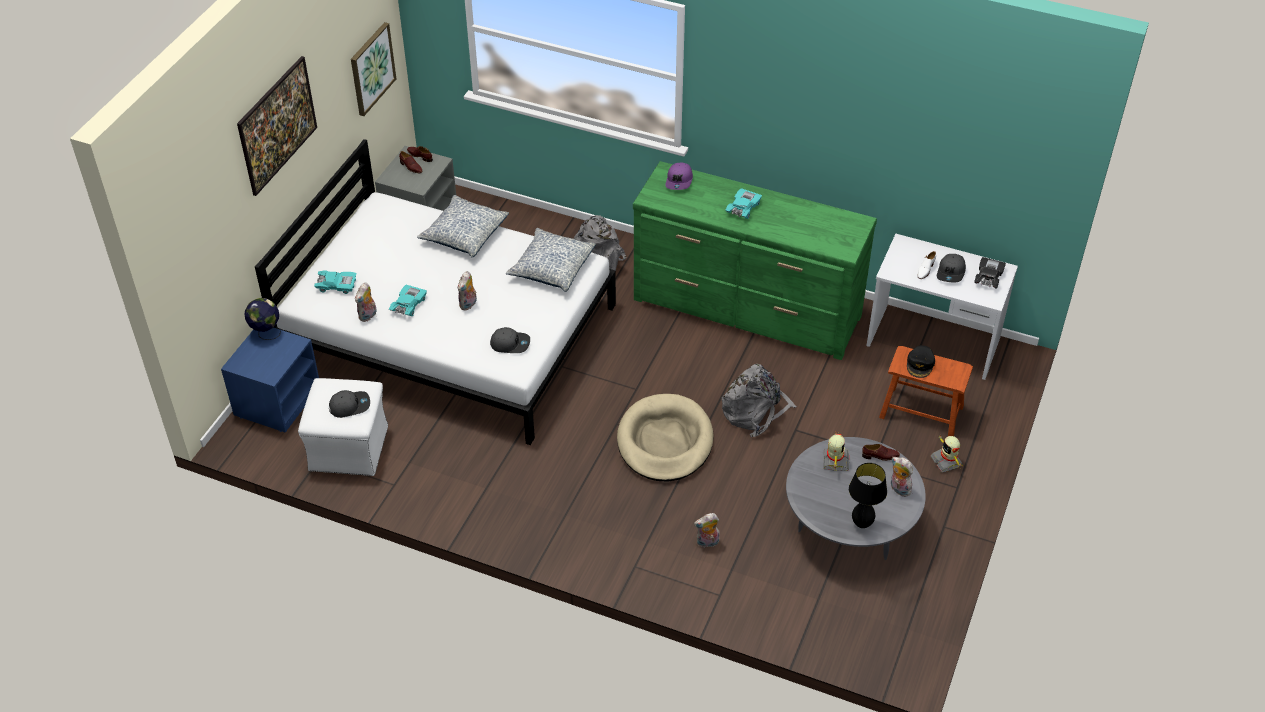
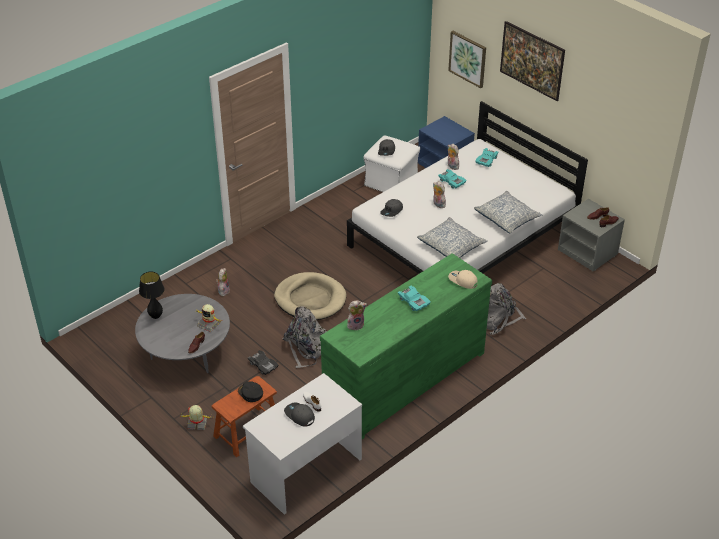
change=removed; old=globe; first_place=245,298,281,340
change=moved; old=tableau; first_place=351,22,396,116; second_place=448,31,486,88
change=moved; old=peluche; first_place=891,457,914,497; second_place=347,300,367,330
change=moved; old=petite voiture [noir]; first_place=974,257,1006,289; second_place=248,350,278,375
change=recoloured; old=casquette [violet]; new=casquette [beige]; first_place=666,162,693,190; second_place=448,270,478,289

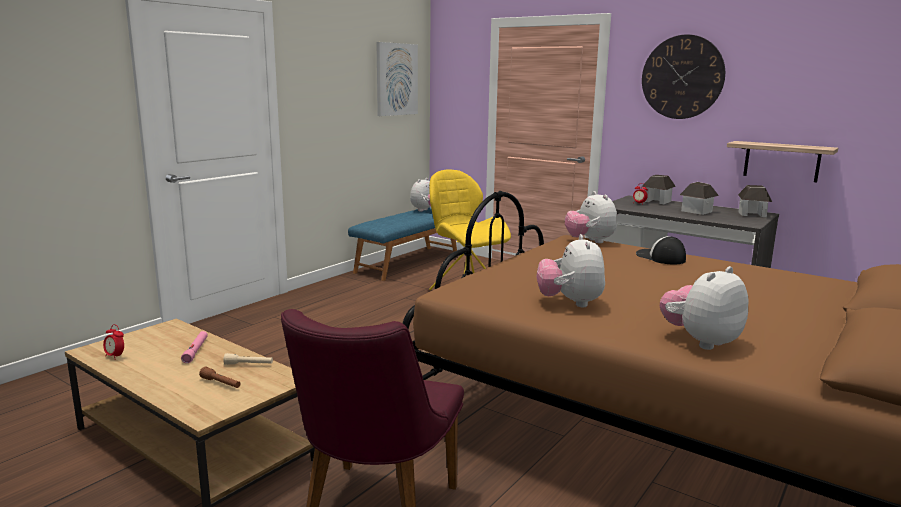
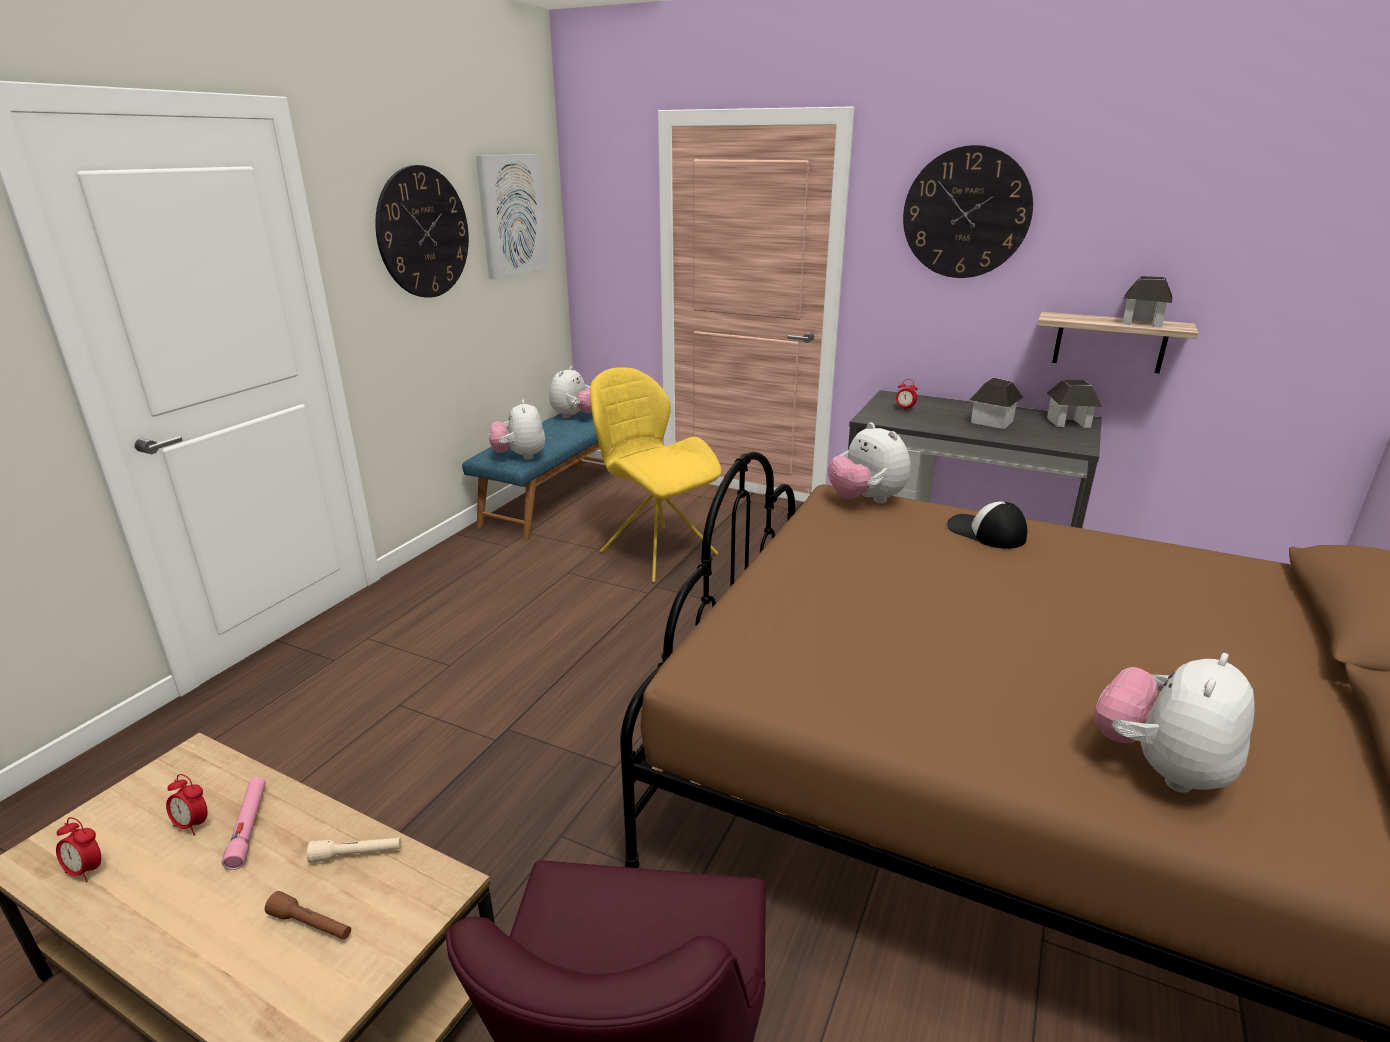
change=added; new=réveil; second_place=166,774,208,835
change=added; new=horloge murale; second_place=375,165,469,298
change=moved; old=peluche; first_place=536,234,605,307; second_place=489,400,545,460
change=moved; old=maison miniature; first_place=641,175,676,204; second_place=1123,276,1172,328

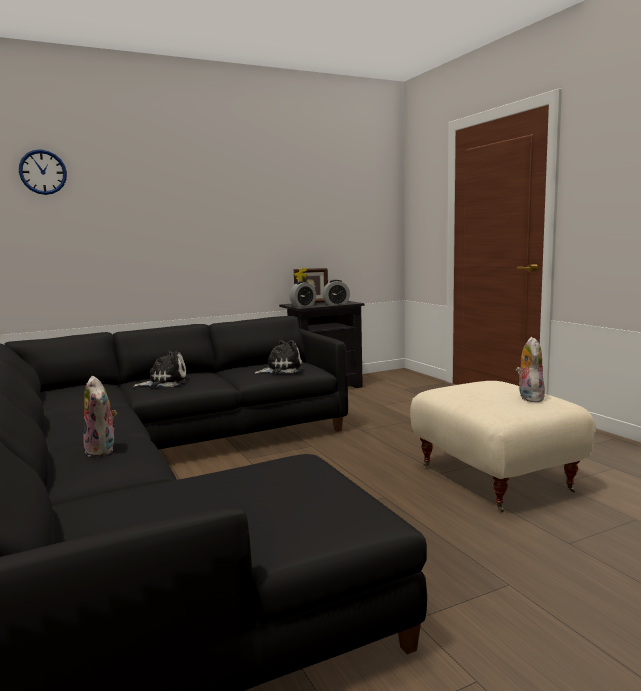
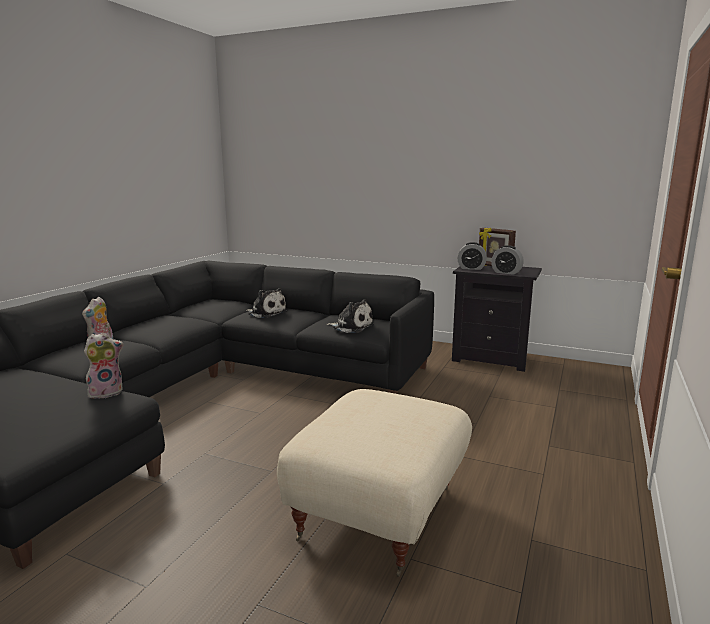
change=removed; old=horloge murale; first_place=19,149,67,195
change=moved; old=peluche; first_place=516,337,545,402; second_place=84,333,124,398

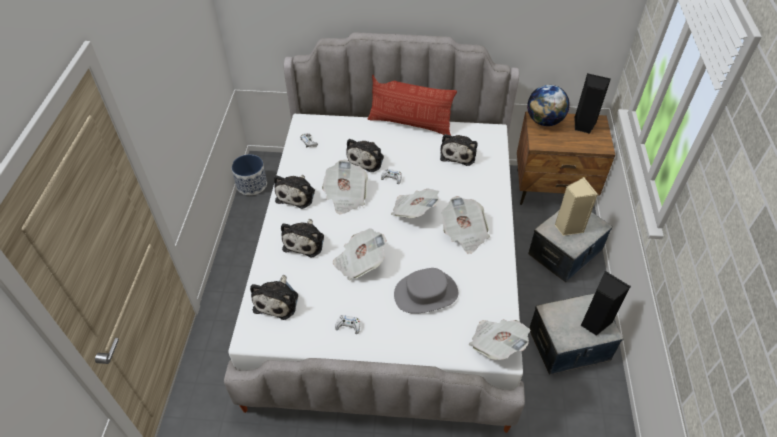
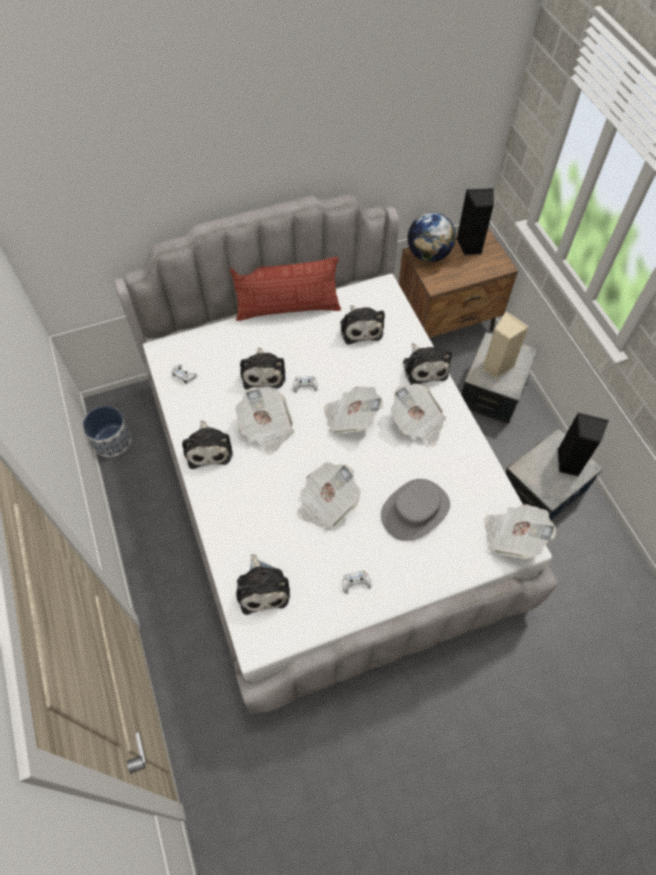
change=moved; old=peluche; first_place=281,219,324,257; second_place=403,343,452,385

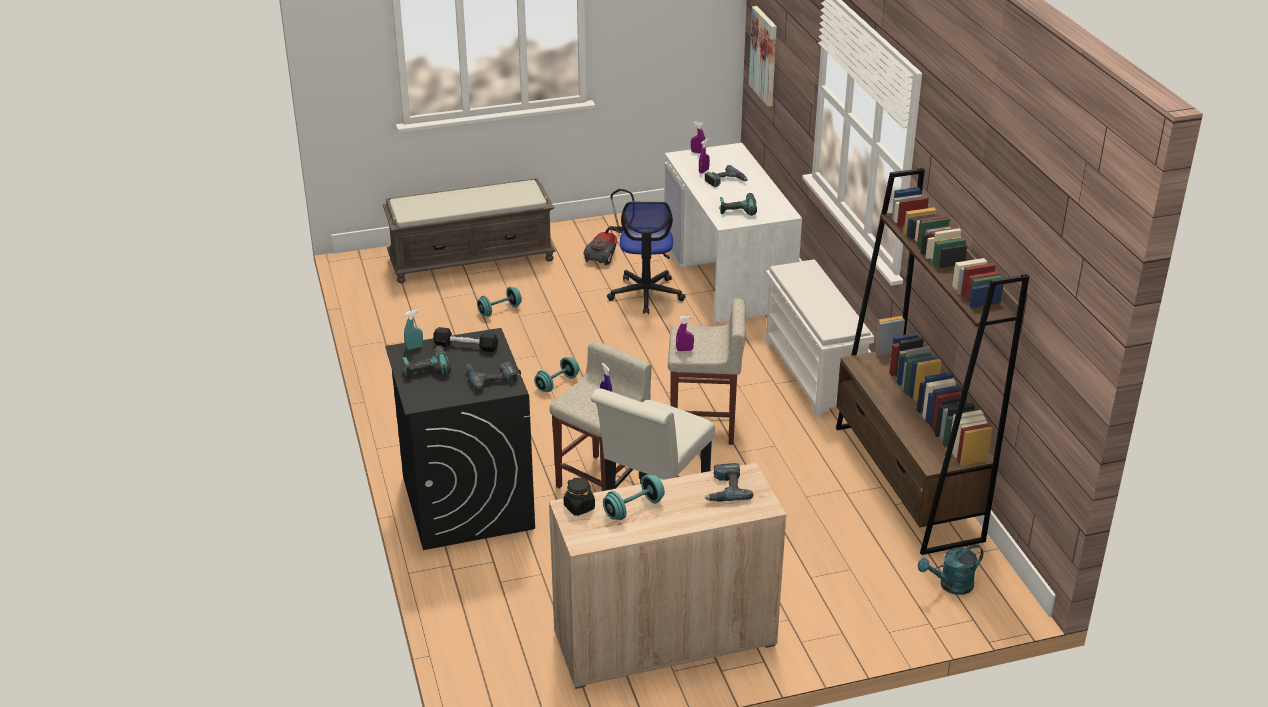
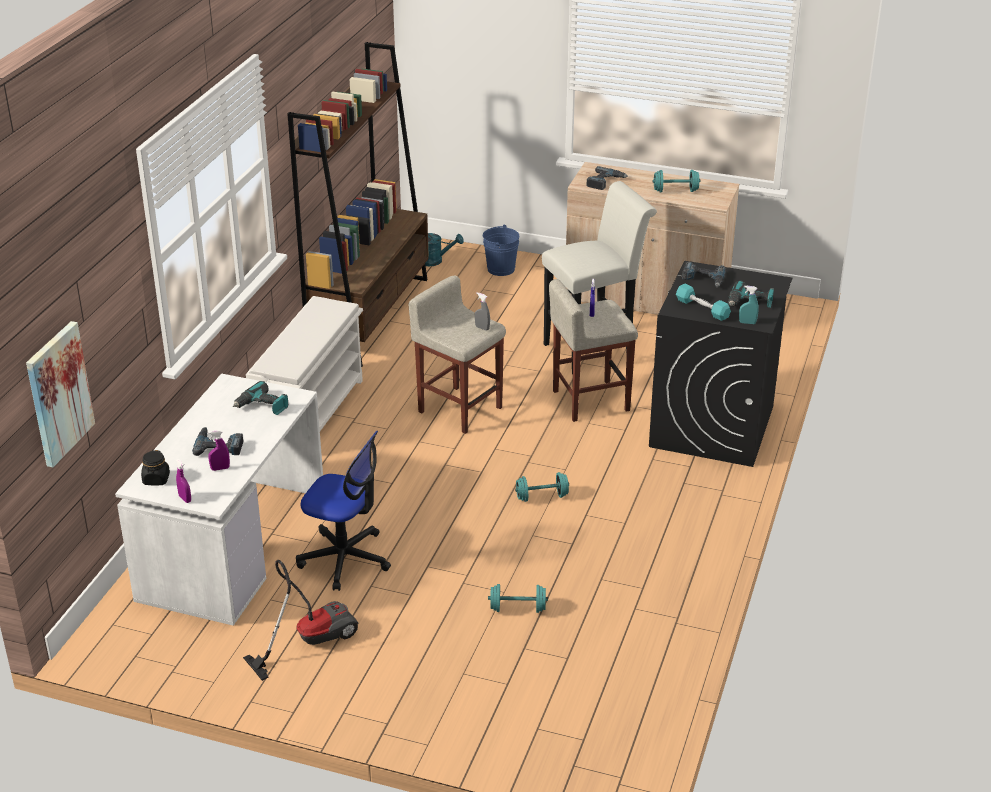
change=removed; old=banc [marron]; first_place=383,178,556,283
change=added; new=seau [bleu]; second_place=483,225,519,276
change=moved; old=bocal [noir]; first_place=564,478,595,516; second_place=141,450,170,485
change=recoloured; old=haltère [noir]; new=haltère [turquoise]; first_place=433,327,498,352; second_place=676,283,731,321
change=recoloured; old=vaporisateur [violet]; new=vaporisateur [gris]; first_place=676,316,694,351; second_place=475,292,490,330
change=turned; old=chaise de bureau; first_place=607,202,686,314; second_place=296,431,391,591; degrees=75

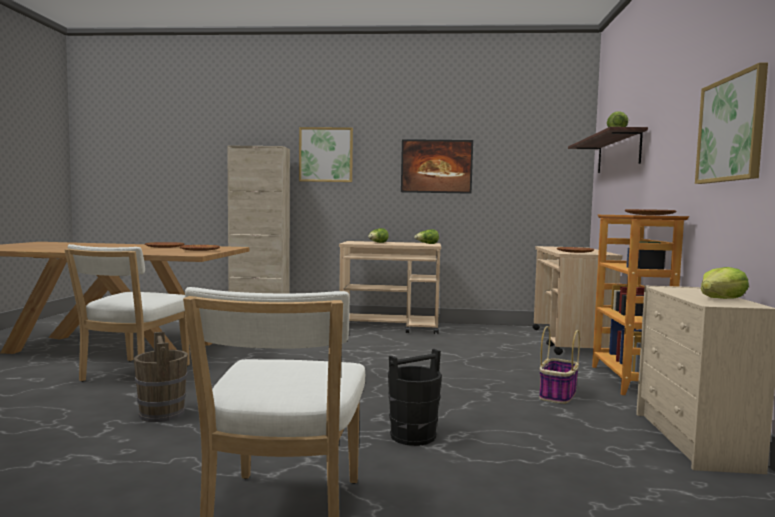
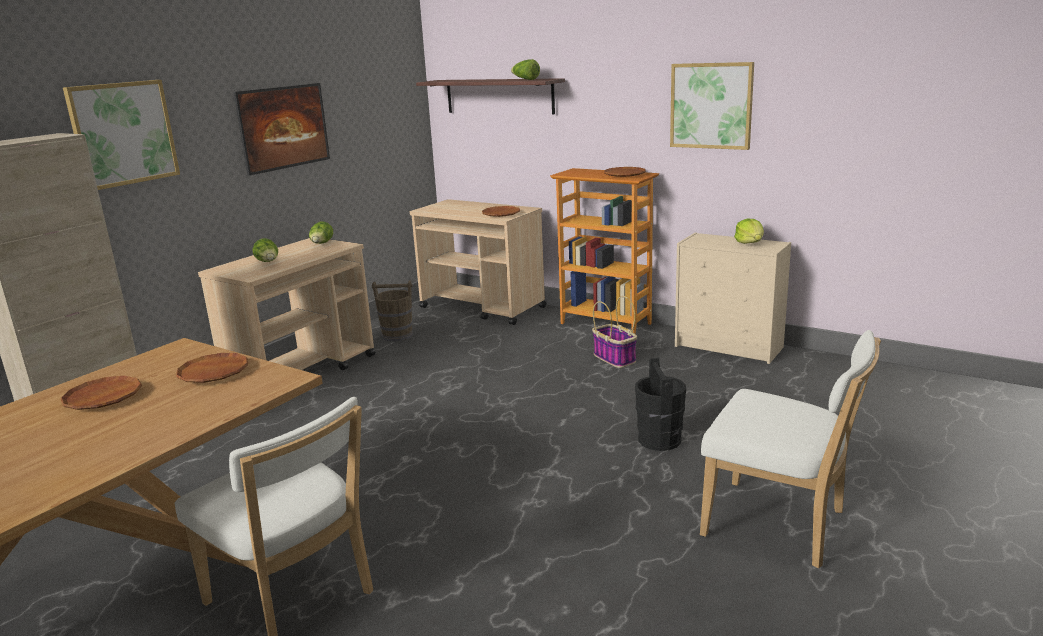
change=moved; old=seau [marron]; first_place=134,332,188,422; second_place=372,280,413,341

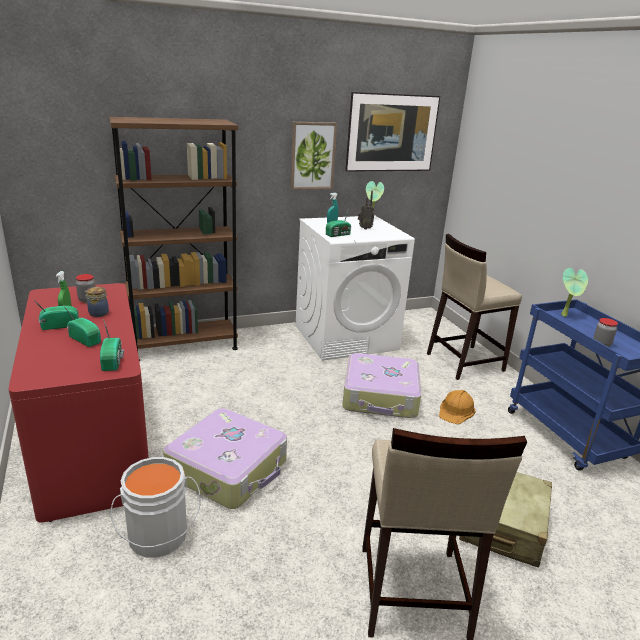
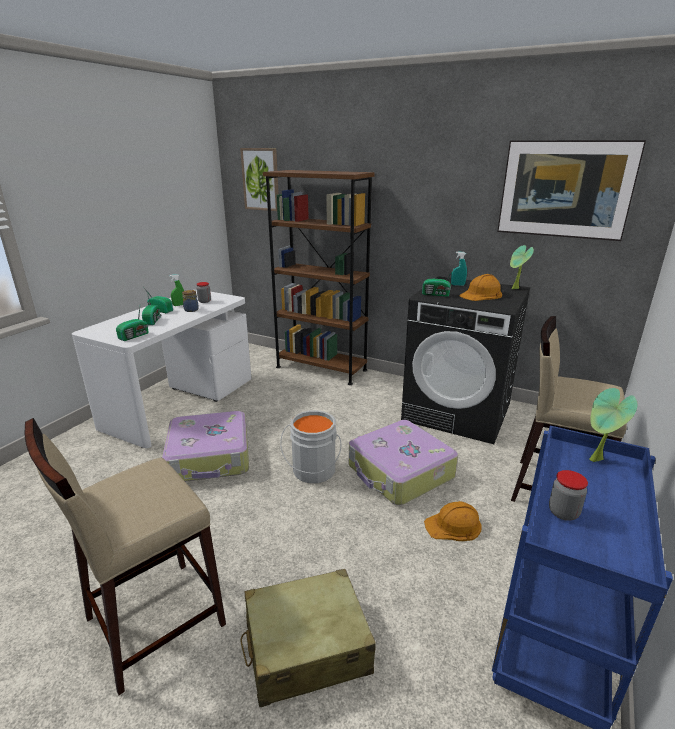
change=moved; old=seau [gris]; first_place=110,457,201,558; second_place=280,410,342,483
change=moved; old=tableau; first_place=290,122,337,190; second_place=240,148,279,211
change=replaced; old=radio; new=casque de chantier [orange]; first_place=358,191,375,230; second_place=460,274,502,301
change=recoloured; old=bureau [rouge]; new=bureau [blanc]; first_place=8,283,149,523; second_place=72,290,252,448
change=recoloured; old=lave-linge [blanc]; new=lave-linge [noir]; first_place=296,216,415,361; second_place=401,276,530,444

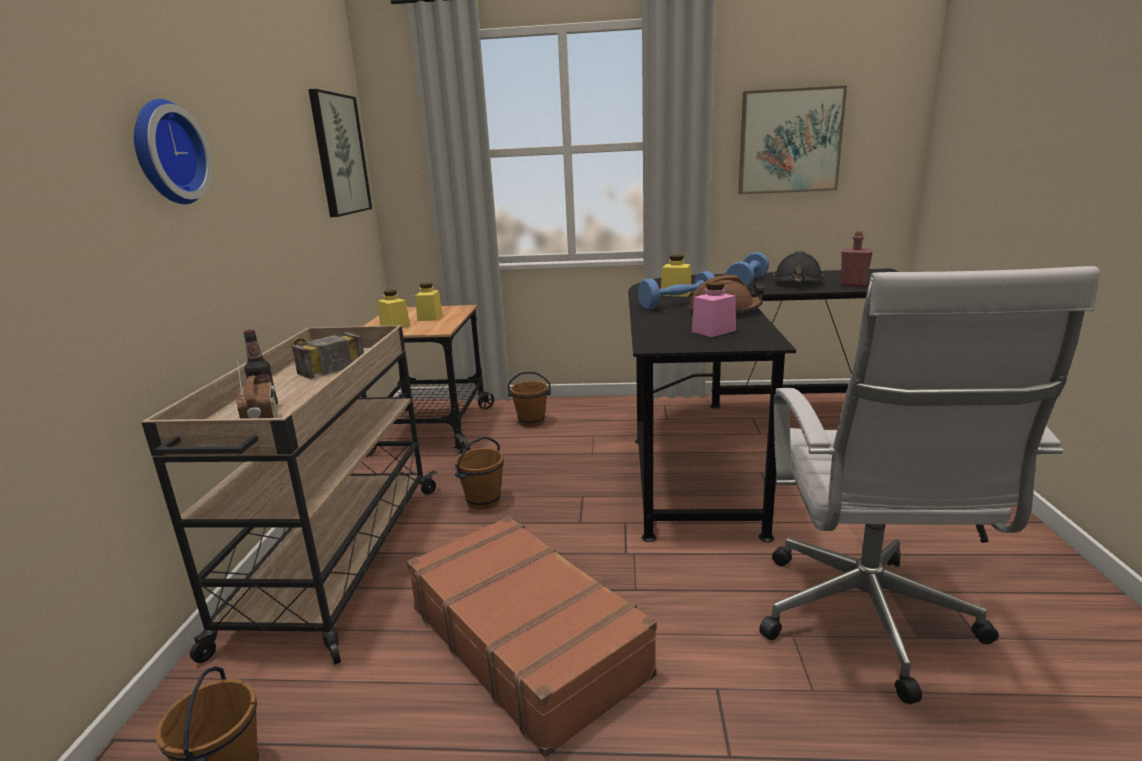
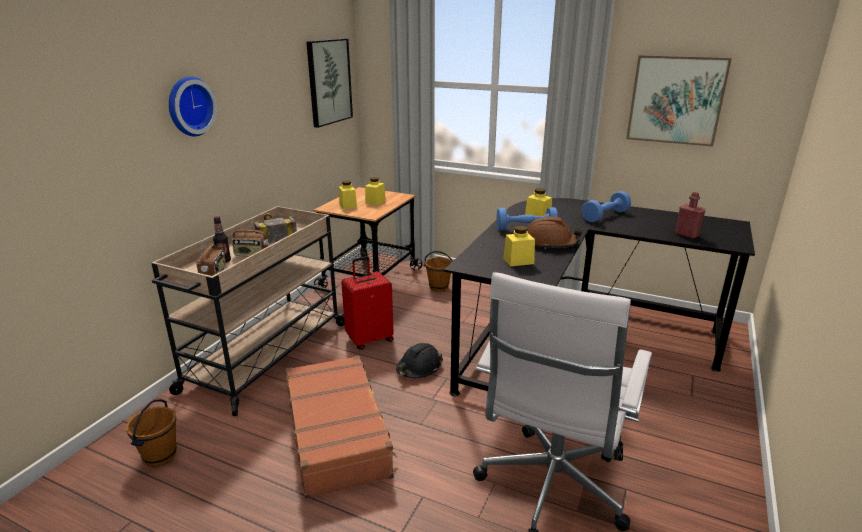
change=added; new=radio; second_place=232,219,268,256
change=moved; old=casque de chantier [noir]; first_place=773,251,824,282; second_place=396,343,443,378
change=replaced; old=seau [marron]; new=valise [rouge]; first_place=455,437,504,510; second_place=341,256,394,350
change=recoloured; old=bocal [rose]; new=bocal [jaune]; first_place=692,282,736,337; second_place=503,226,535,266

